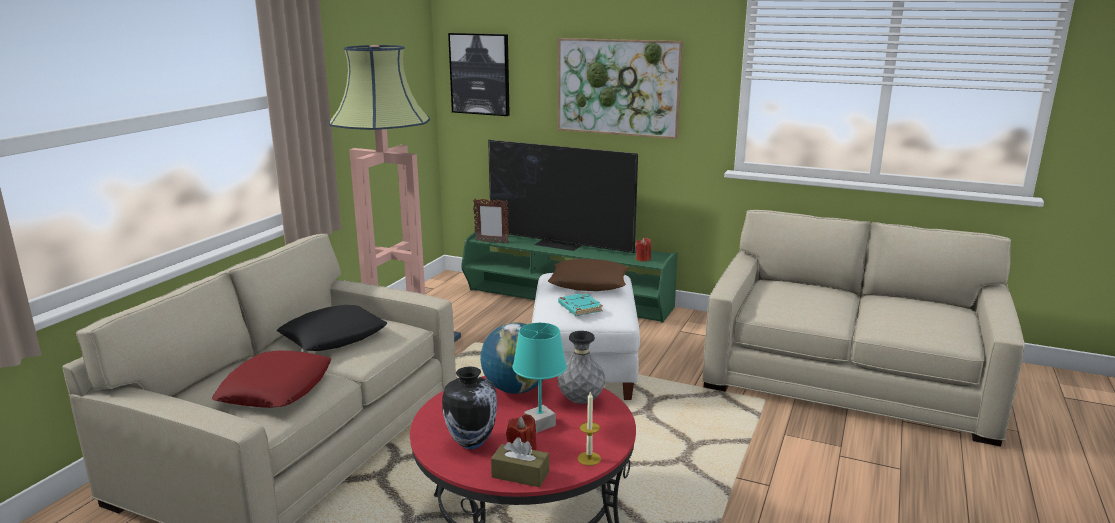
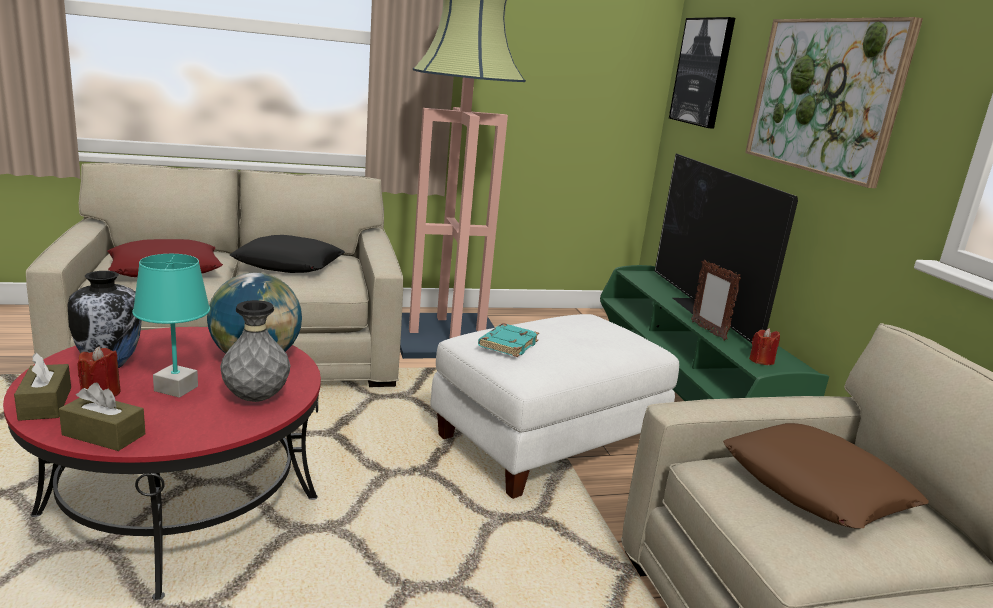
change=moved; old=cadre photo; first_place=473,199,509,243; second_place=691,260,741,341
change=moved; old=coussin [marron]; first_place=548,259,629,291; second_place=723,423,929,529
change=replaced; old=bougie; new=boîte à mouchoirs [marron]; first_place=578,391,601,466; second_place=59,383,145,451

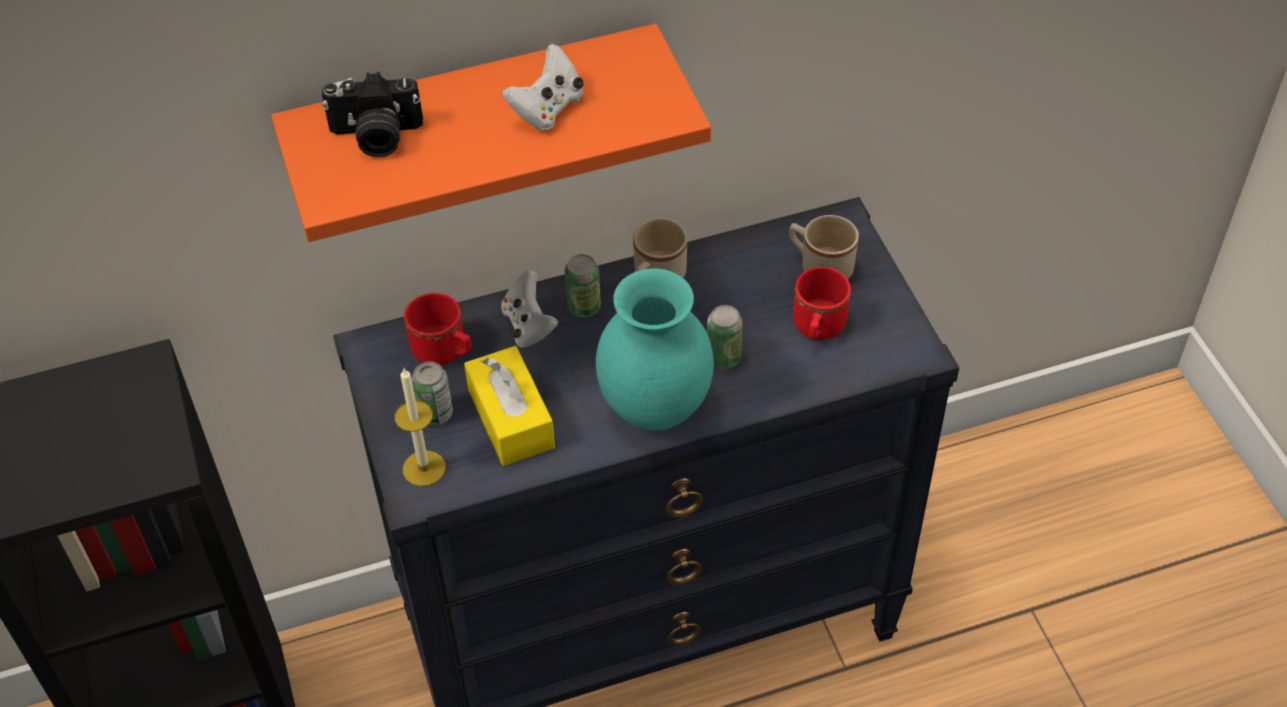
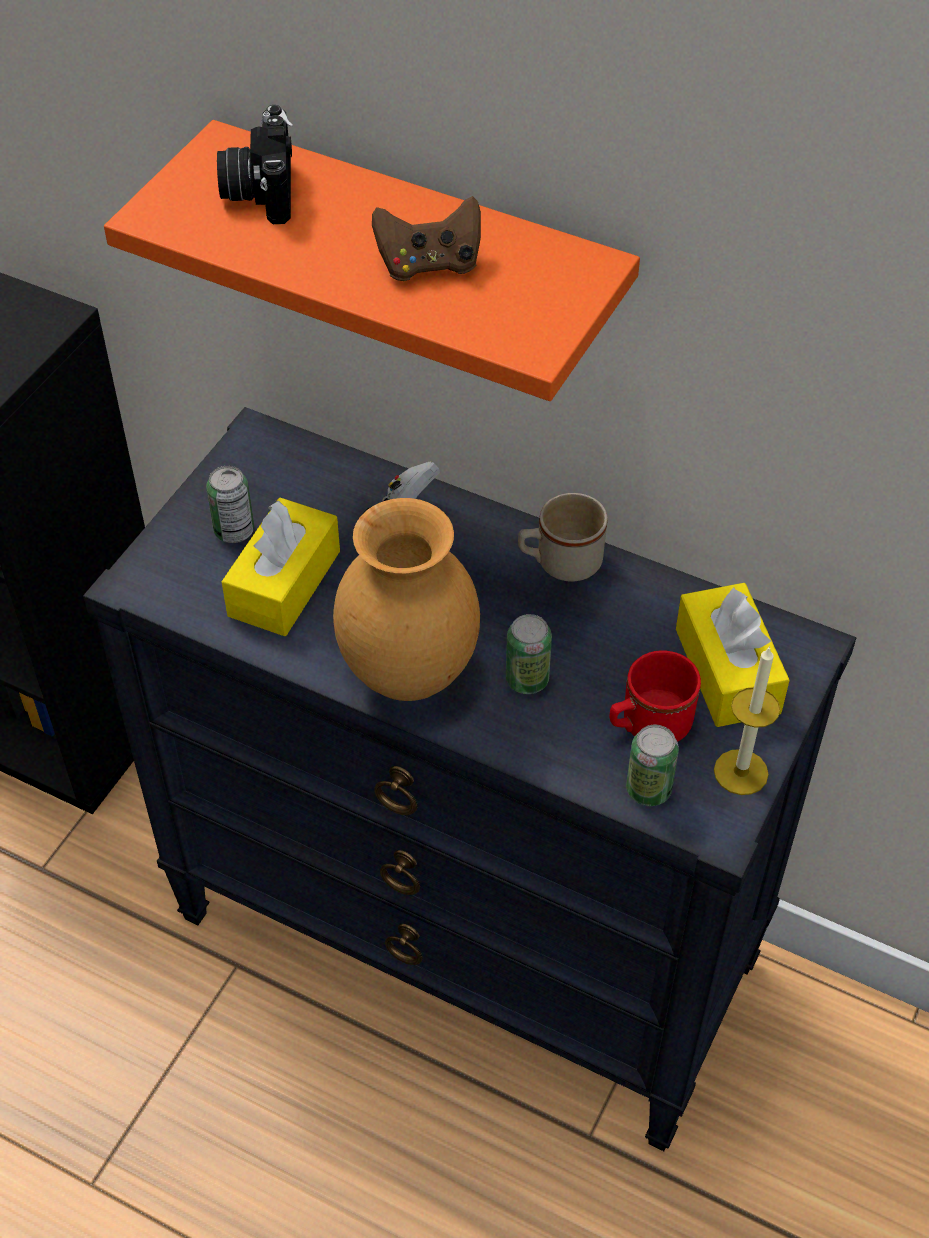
change=removed; old=mug [rouge]; first_place=404,293,471,366
change=moved; old=bougie; first_place=395,368,446,486; second_place=714,646,780,795
change=moved; old=boîte métallique; first_place=565,254,601,317; second_place=626,725,679,806
change=replaced; old=mug [beige]; new=boîte à mouchoirs [jaune]; first_place=789,215,859,279; second_place=676,583,790,727
change=recoloured; old=manette [blanc]; new=manette [marron]; first_place=502,44,584,130; second_place=372,196,481,281
change=recoloured; old=vase [turquoise]; new=vase [marron]; first_place=596,268,714,431; second_place=333,498,480,701
change=turned; old=appareil photo; first_place=322,72,423,157; second_place=217,105,293,224; degrees=45

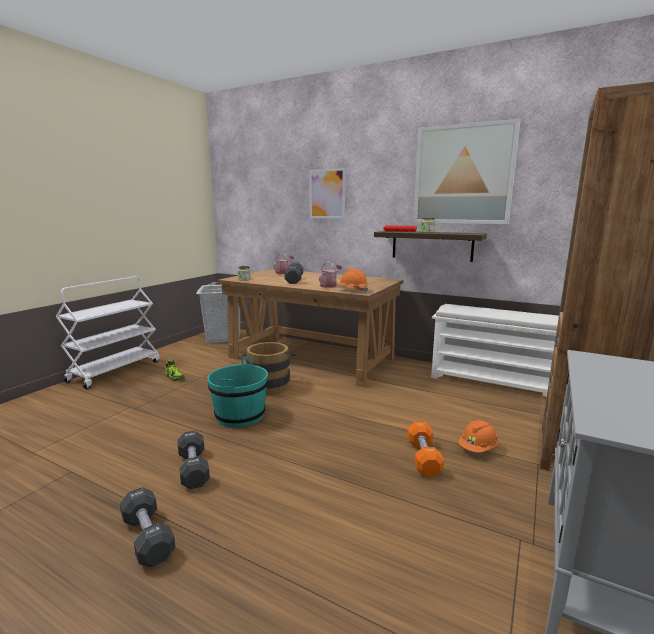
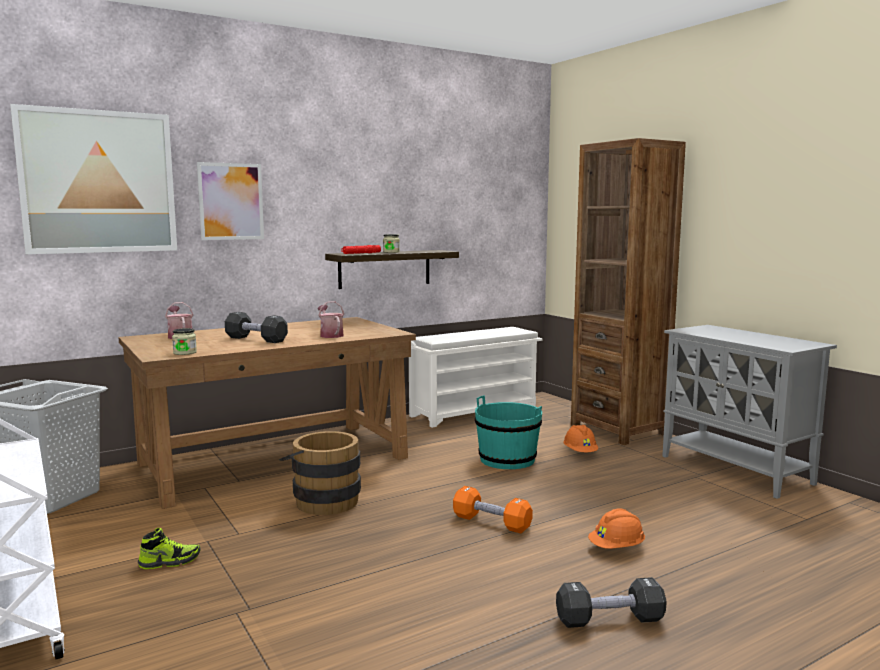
change=removed; old=haltère [noir]; first_place=177,431,210,489
change=moved; old=seau [turquoise]; first_place=207,357,268,428; second_place=475,395,542,469
change=moved; old=casque de chantier [orange]; first_place=337,269,368,292; second_place=588,508,645,549
change=moved; old=haltère [orange]; first_place=407,421,444,477; second_place=453,486,533,534
change=moved; old=tableau; first_place=413,119,521,224; second_place=10,104,177,254

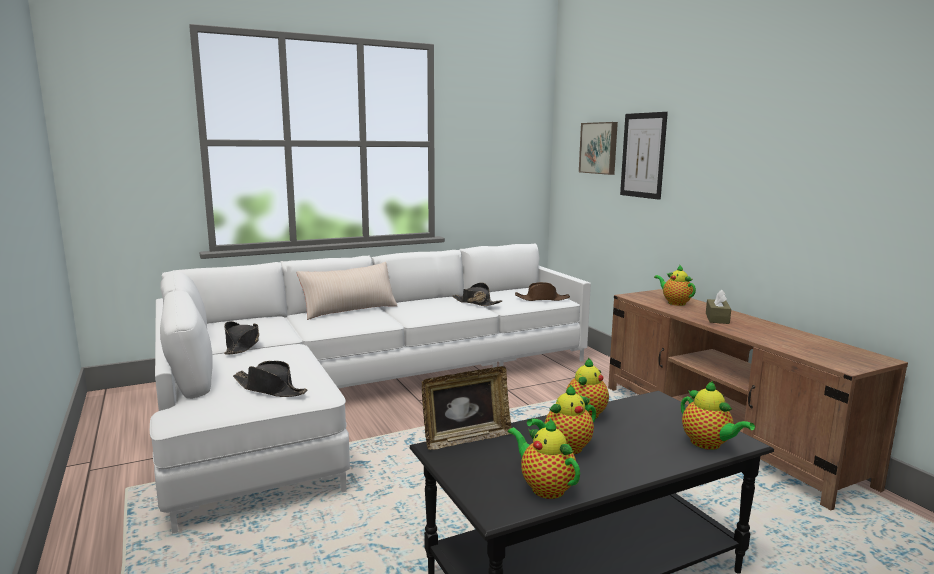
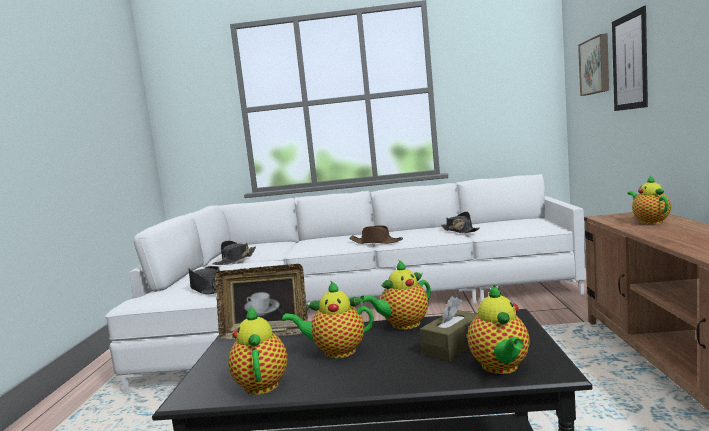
change=removed; old=coussin [beige]; first_place=297,262,397,320
change=moved; old=chapeau [marron]; first_place=515,282,570,301; second_place=350,225,403,244
change=moved; old=boîte à mouchoirs [marron]; first_place=706,290,731,324; second_place=420,296,478,362

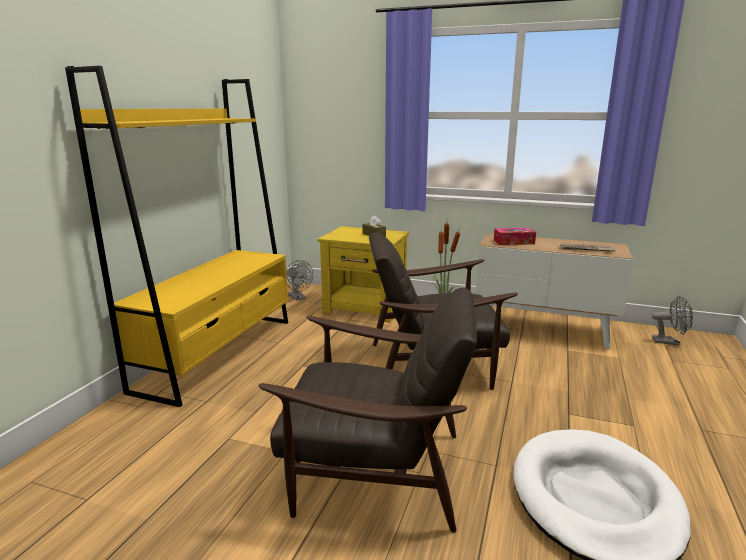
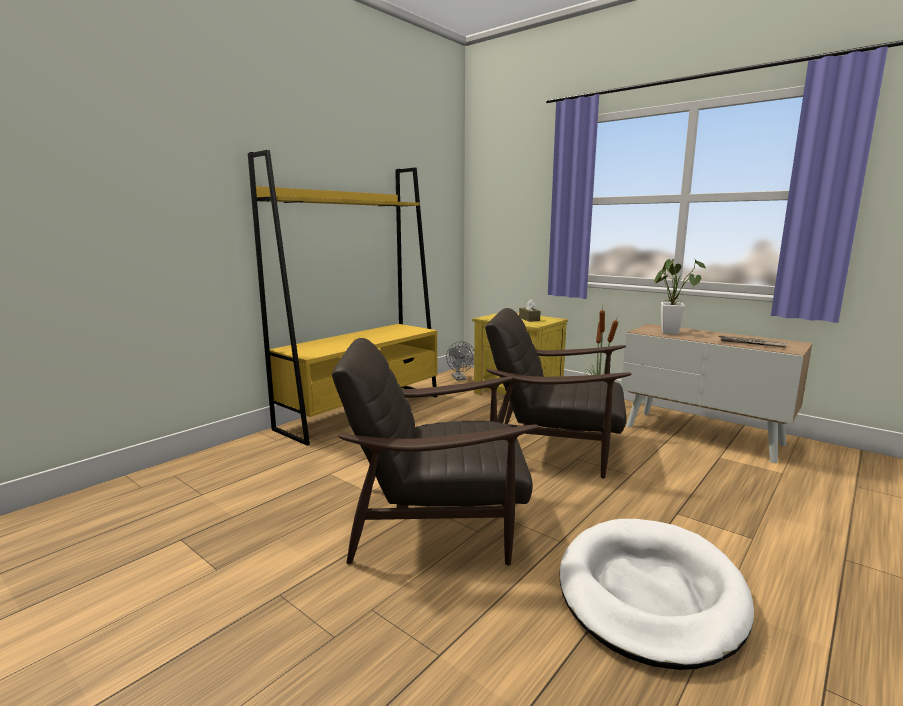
change=removed; old=ventilateur [gris]; first_place=652,296,693,346
change=replaced; old=boîte à mouchoirs; new=plante en pot; first_place=494,228,536,245; second_place=654,259,706,335
change=turned; old=fauteuil [marron]; first_place=258,288,477,533; second_place=332,338,539,566; degrees=150

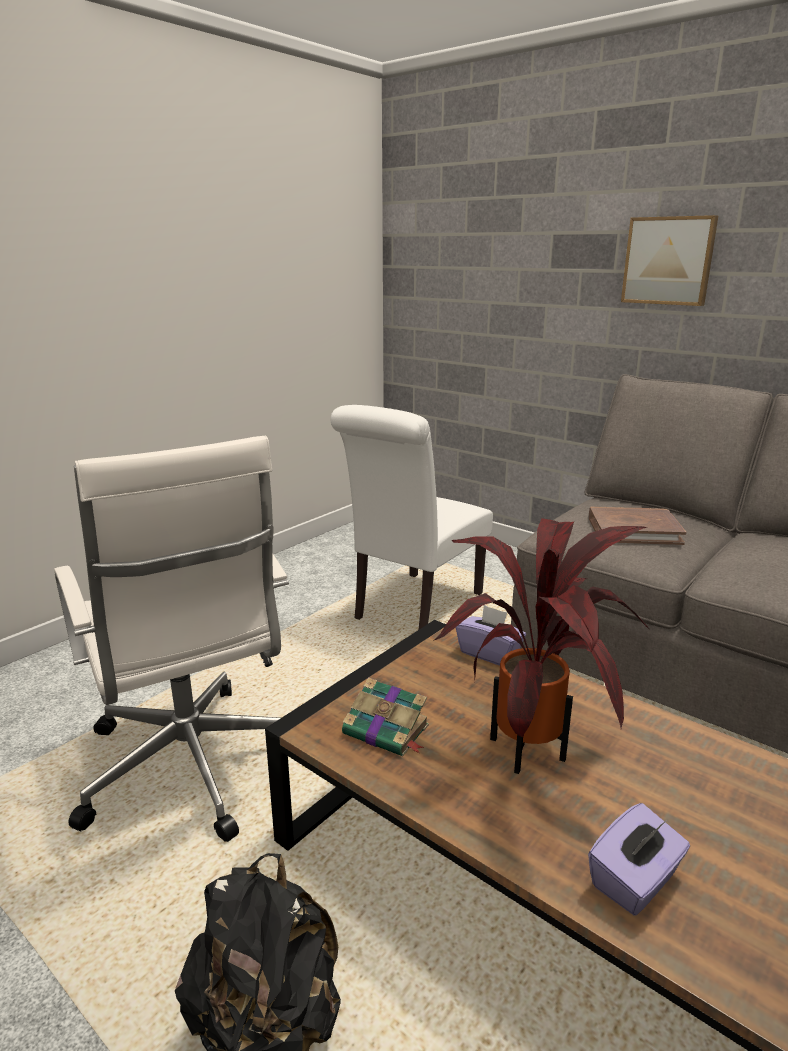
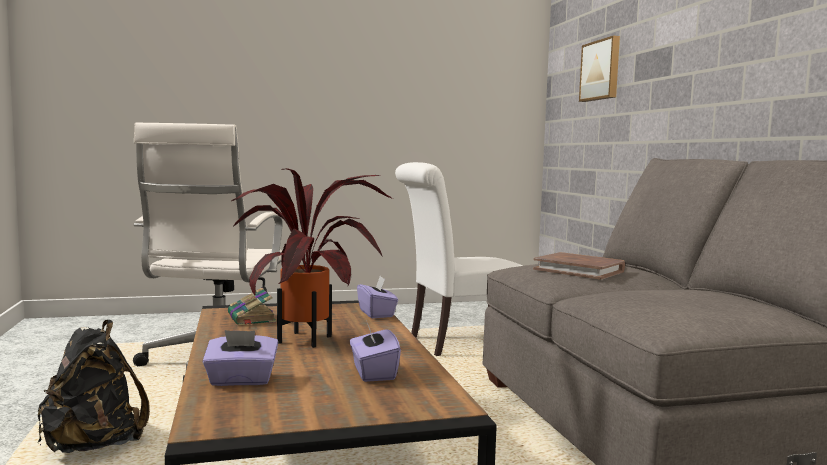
change=added; new=boîte à mouchoirs [violet]; second_place=350,320,401,382
change=moved; old=tableau; first_place=621,215,718,306; second_place=579,36,620,102

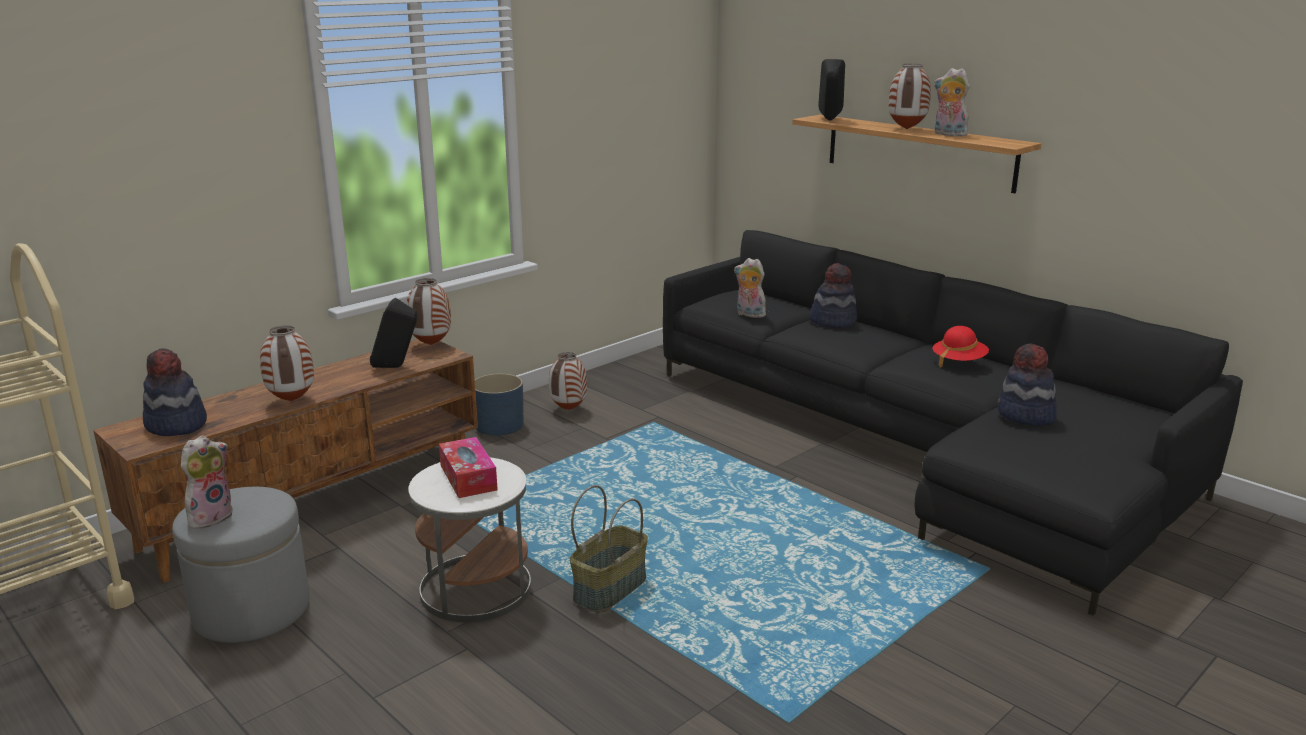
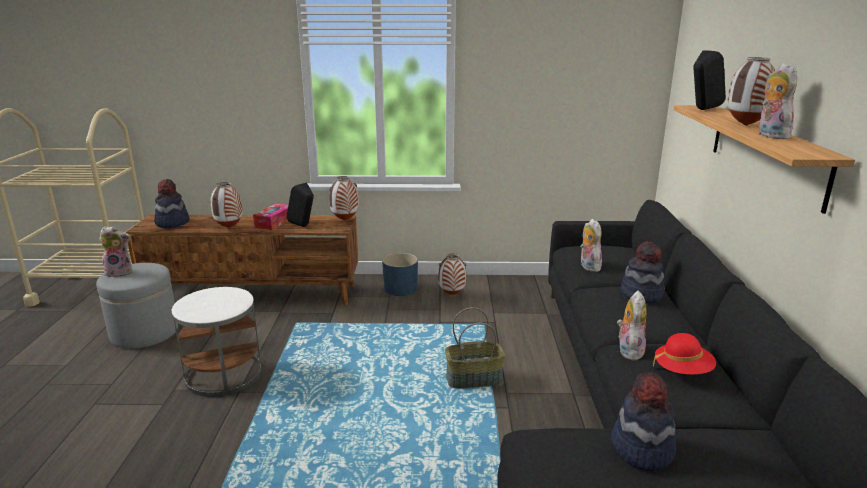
change=added; new=peluche; second_place=617,290,647,361
change=moved; old=boîte à mouchoirs; first_place=439,437,498,498; second_place=253,203,288,230
change=moved; old=panier; first_place=570,485,648,613; second_place=445,307,505,389

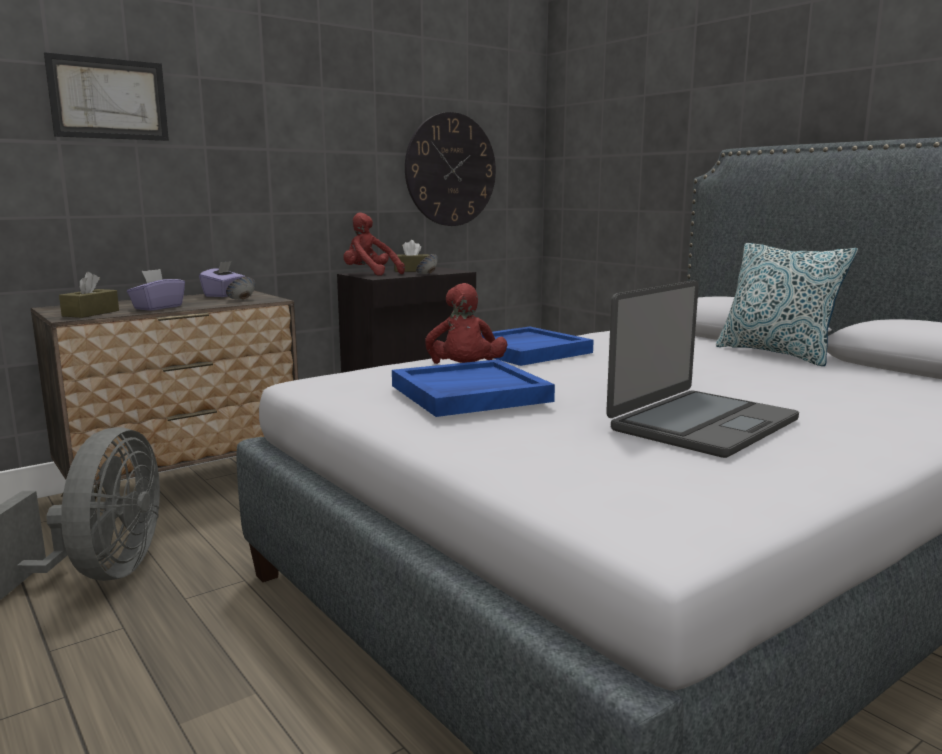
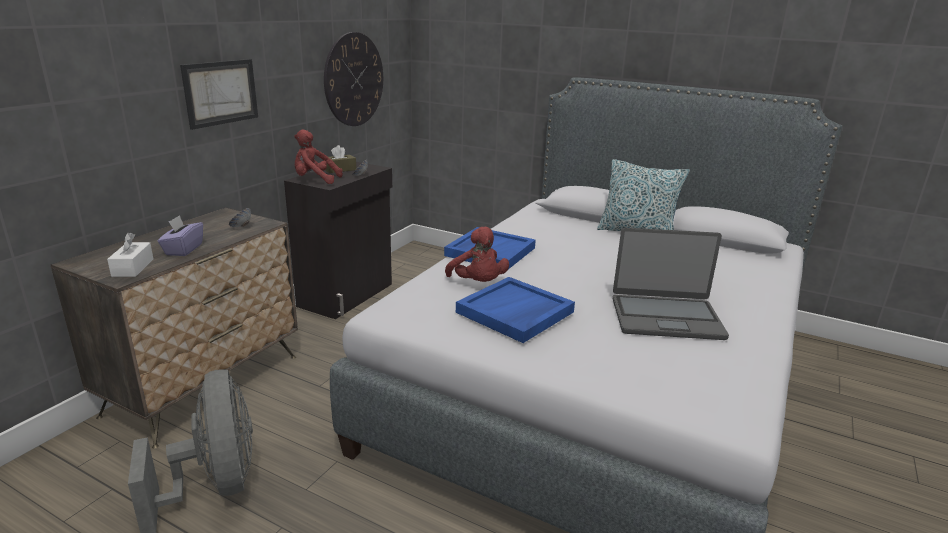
change=removed; old=boîte à mouchoirs [violet]; first_place=199,261,245,297
change=moved; old=tableau; first_place=44,52,169,141; second_place=180,59,258,130
change=recoloured; old=boîte à mouchoirs [marron]; new=boîte à mouchoirs [blanc]; first_place=59,272,119,318; second_place=107,233,153,277
change=turned; old=ordinateur portable; first_place=606,280,799,458; second_place=613,227,729,340; degrees=75

